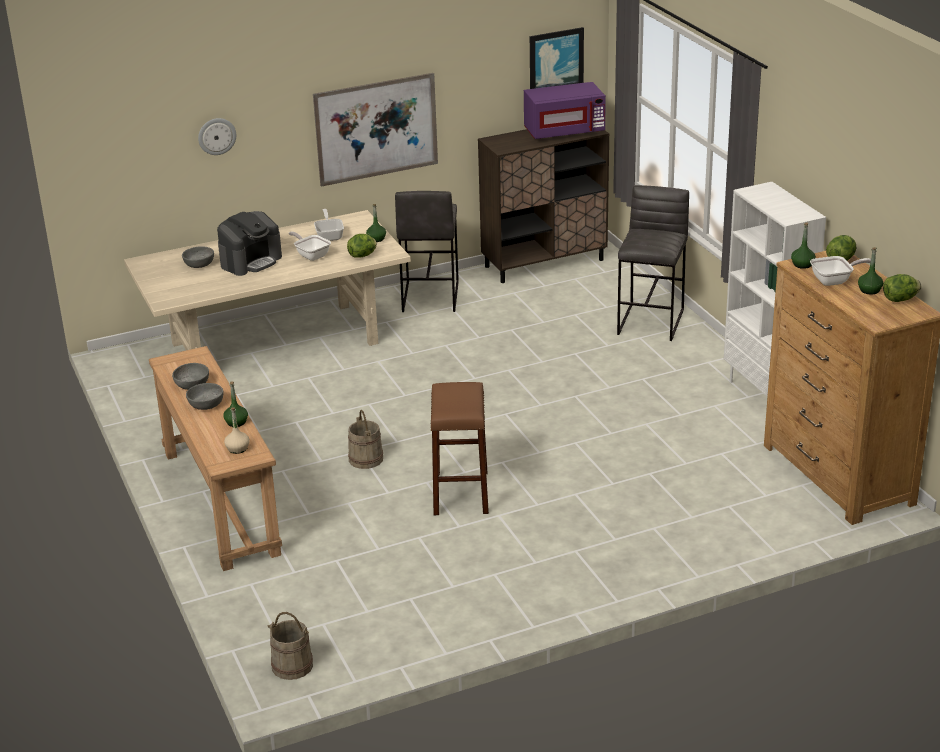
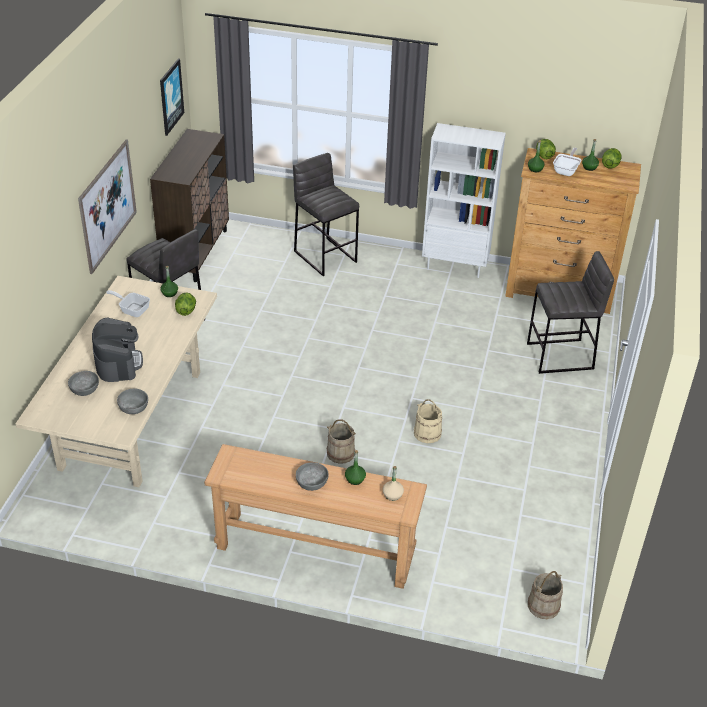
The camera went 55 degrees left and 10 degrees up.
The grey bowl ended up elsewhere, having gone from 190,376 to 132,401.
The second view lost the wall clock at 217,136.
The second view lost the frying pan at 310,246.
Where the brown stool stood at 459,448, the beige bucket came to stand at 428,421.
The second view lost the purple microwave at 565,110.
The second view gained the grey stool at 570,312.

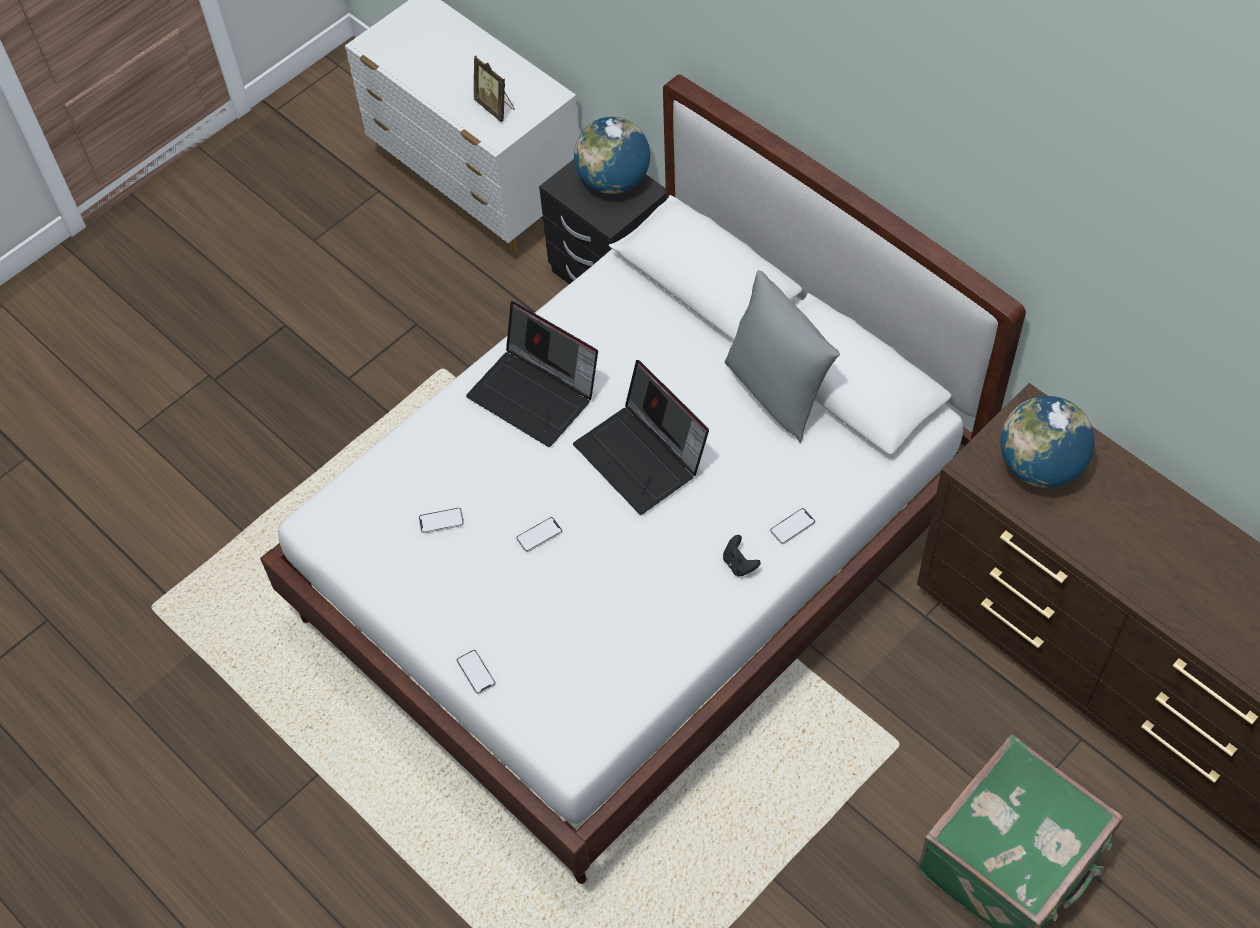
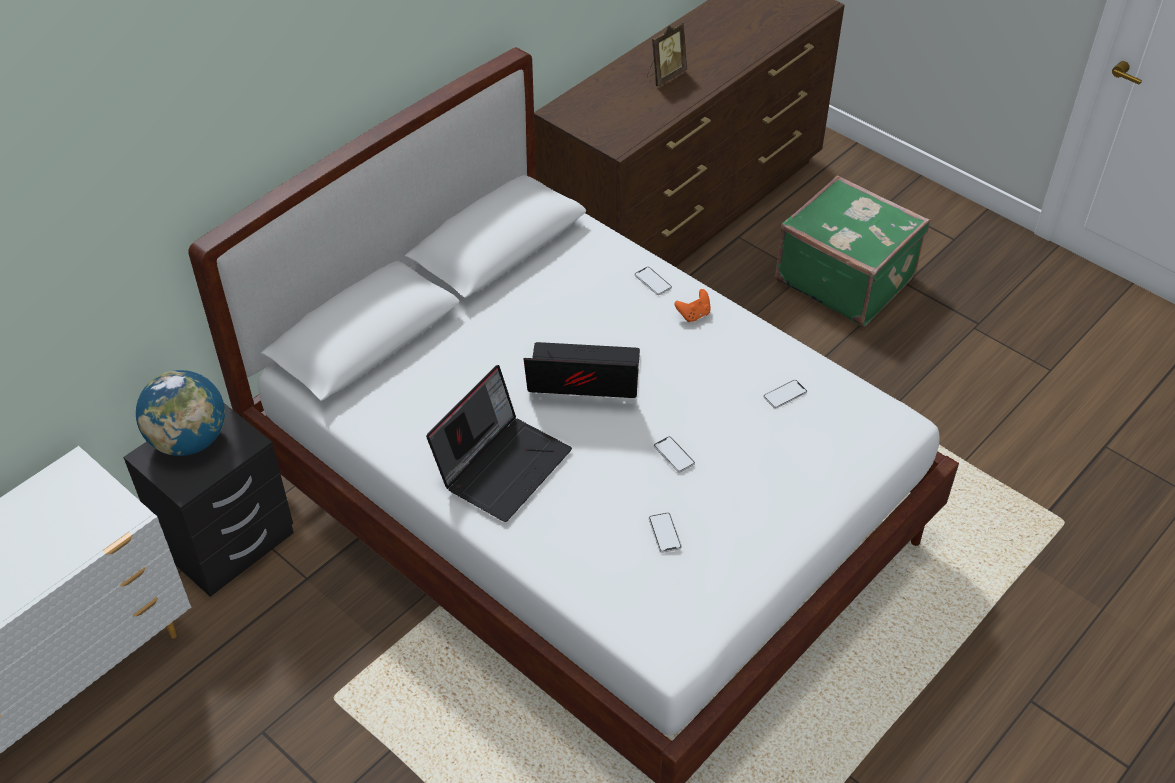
The camera went 95 degrees left and 10 degrees down.
The phone ended up elsewhere, having gone from 476,672 to 785,394.
The picture frame ended up elsewhere, having gone from 494,88 to 667,54.
The laptop at 641,437 ended up facing another way, 135 degrees counterclockwise from before.
What was the black game controller at 742,556 turned into the orange game controller at 693,305.
The second view lost the grey pillow at 782,356.
The second view lost the globe at 1047,442.

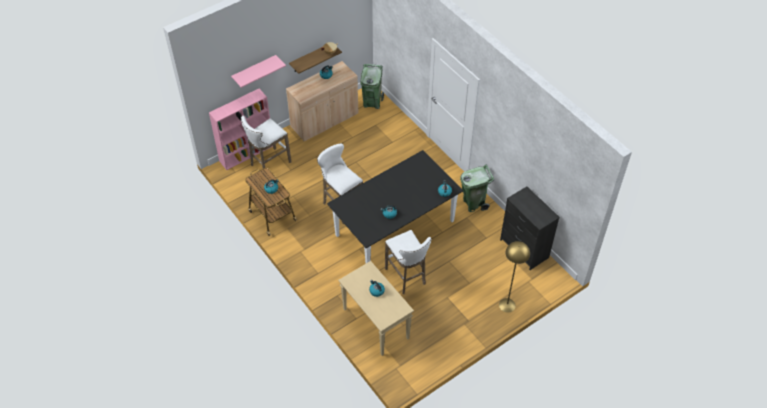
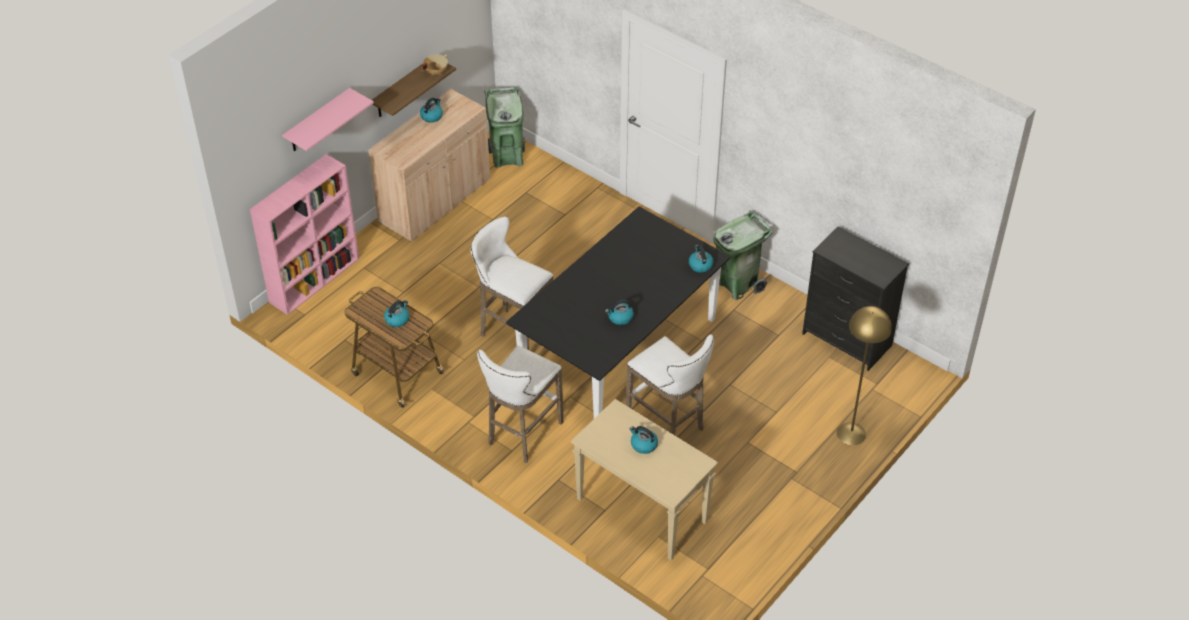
The camera went 15 degrees left and 5 degrees down.
The white stool ended up elsewhere, having gone from 266,141 to 520,404.

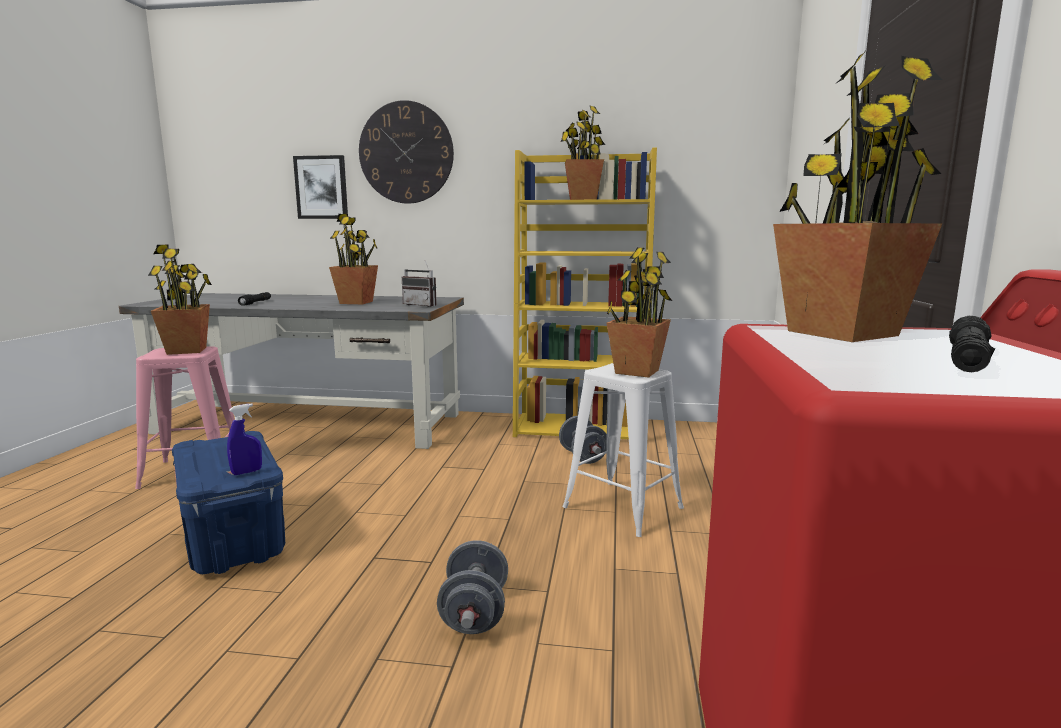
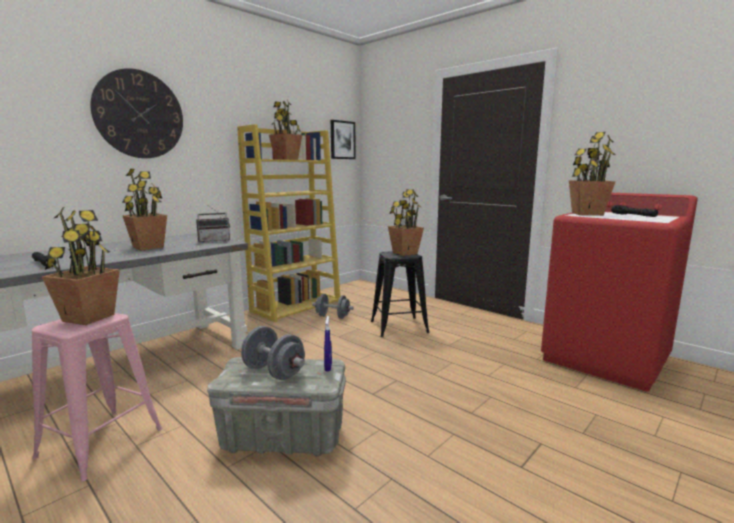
The camera went 55 degrees left and 0 degrees up.
What was the blue storage box at 228,502 turned into the grey storage box at 276,407.
The picture ended up elsewhere, having gone from 320,187 to 343,139.
The grey dumbbell ended up elsewhere, having gone from 472,587 to 273,353.
What was the white stool at 623,450 turned into the black stool at 400,294.

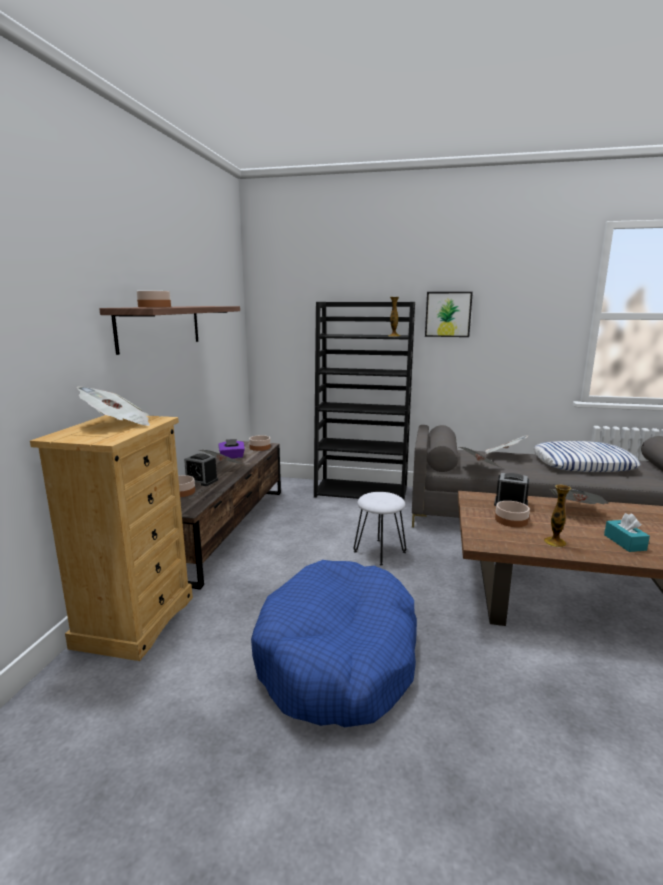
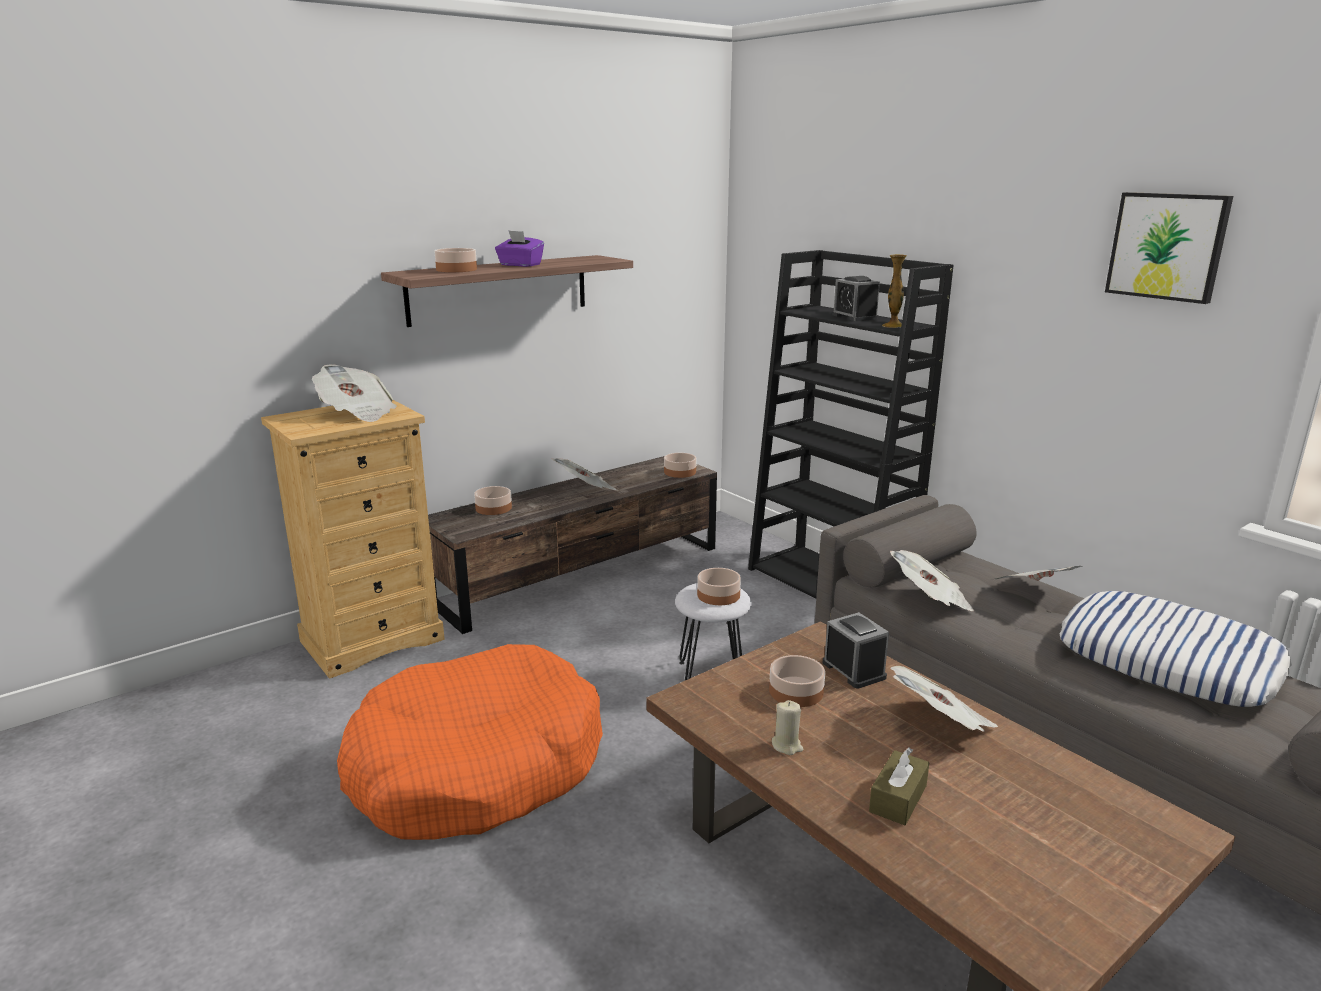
The camera went 40 degrees right and 5 degrees up.
The alarm clock ended up elsewhere, having gone from 201,469 to 856,298.
The purple tissue box ended up elsewhere, having gone from 231,449 to 519,248.
What was the blue dog bed at 334,643 turned into the orange dog bed at 470,742.
The picture ended up elsewhere, having gone from 449,314 to 1169,248.
Where the vase stood at 557,516, the beige candle came to stand at 787,727.
What was the turquoise tissue box at 627,532 turned into the brown tissue box at 899,786.
The second view gained the bowl at 719,586.

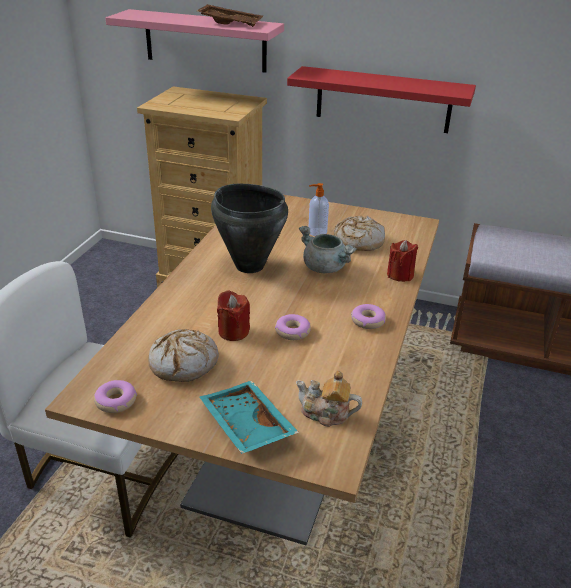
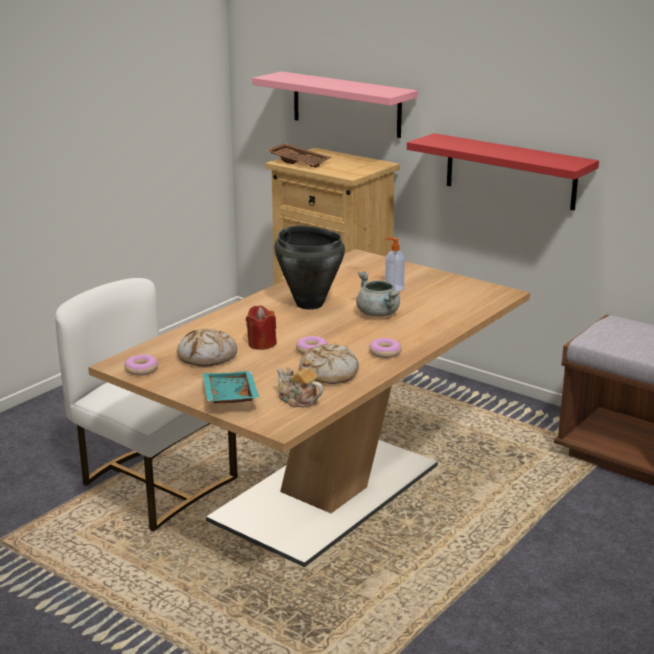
The camera went 20 degrees right and 10 degrees down.
The brown tray ended up elsewhere, having gone from 230,15 to 299,155.
The bread ended up elsewhere, having gone from 359,233 to 329,364.
The second view lost the red candle at 402,261.

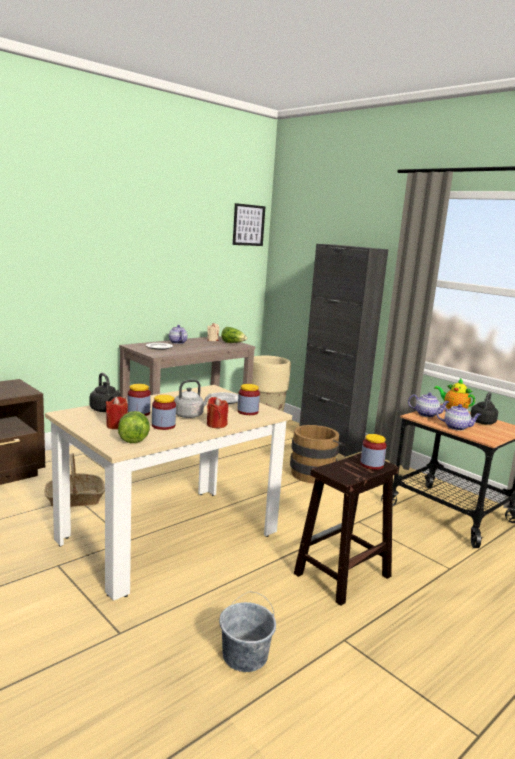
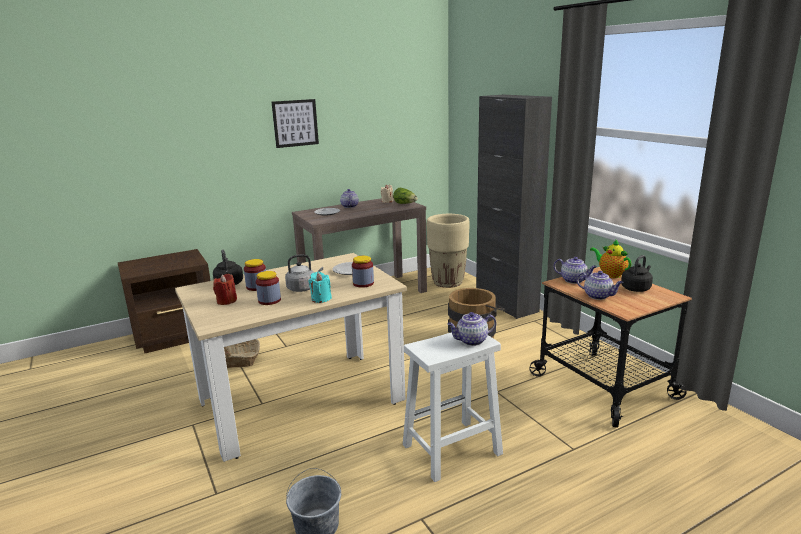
The camera went 15 degrees right and 5 degrees up.
The second view lost the lettuce at 134,427.
What was the red candle at 217,412 turned into the turquoise candle at 320,287.
The picture ended up elsewhere, having gone from 249,224 to 295,123.
What was the brown stool at 346,529 turned into the white stool at 453,407.
Where the jar stood at 373,452, the teapot came to stand at 471,329.

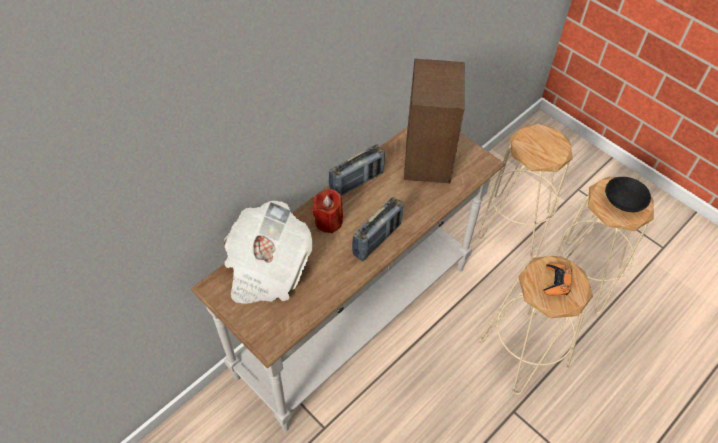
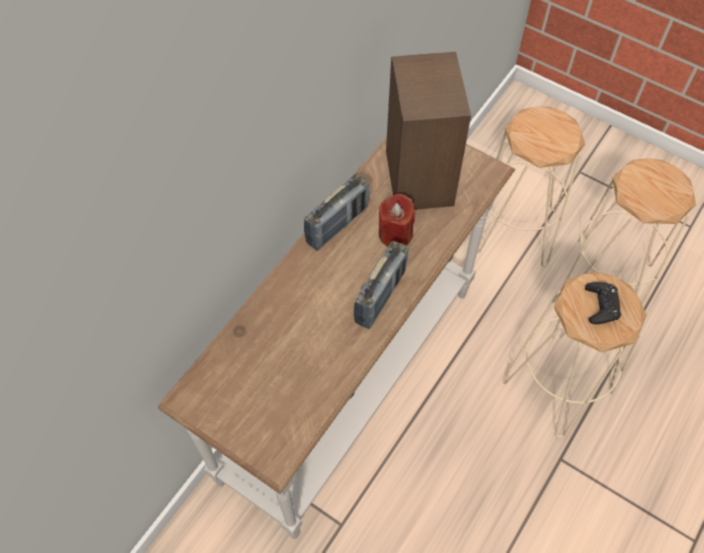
The camera went 10 degrees left and 5 degrees up.
The second view lost the newspaper at 268,252.
The red candle ended up elsewhere, having gone from 327,211 to 397,220.
What was the orange game controller at 558,279 turned into the black game controller at 603,303.
The second view lost the black bowl at 628,194.

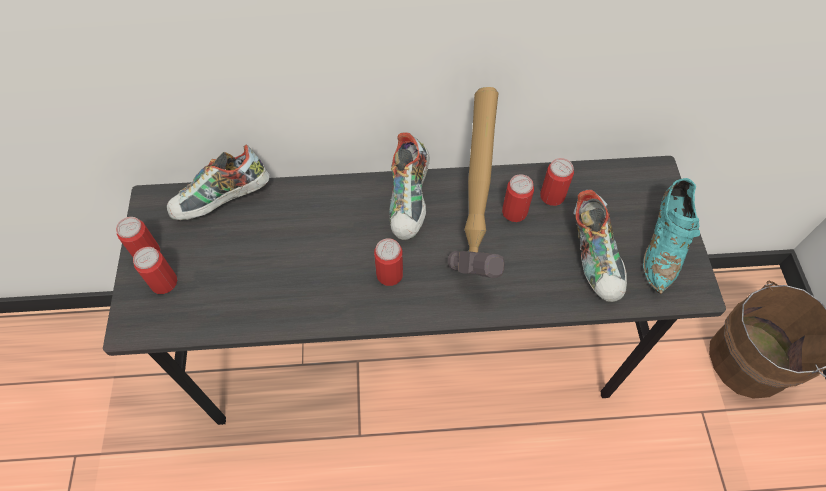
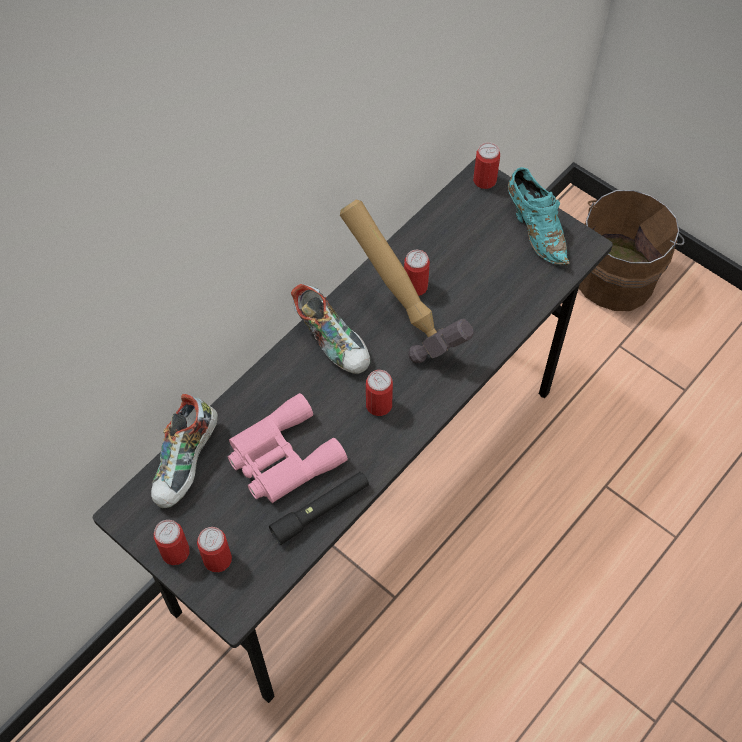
The camera went 45 degrees left and 0 degrees up.
The can ended up elsewhere, having gone from 557,182 to 486,165.
The second view lost the shoe at 600,246.
The second view gained the pink binoculars at 288,448.
The second view gained the black flashlight at 319,508.

